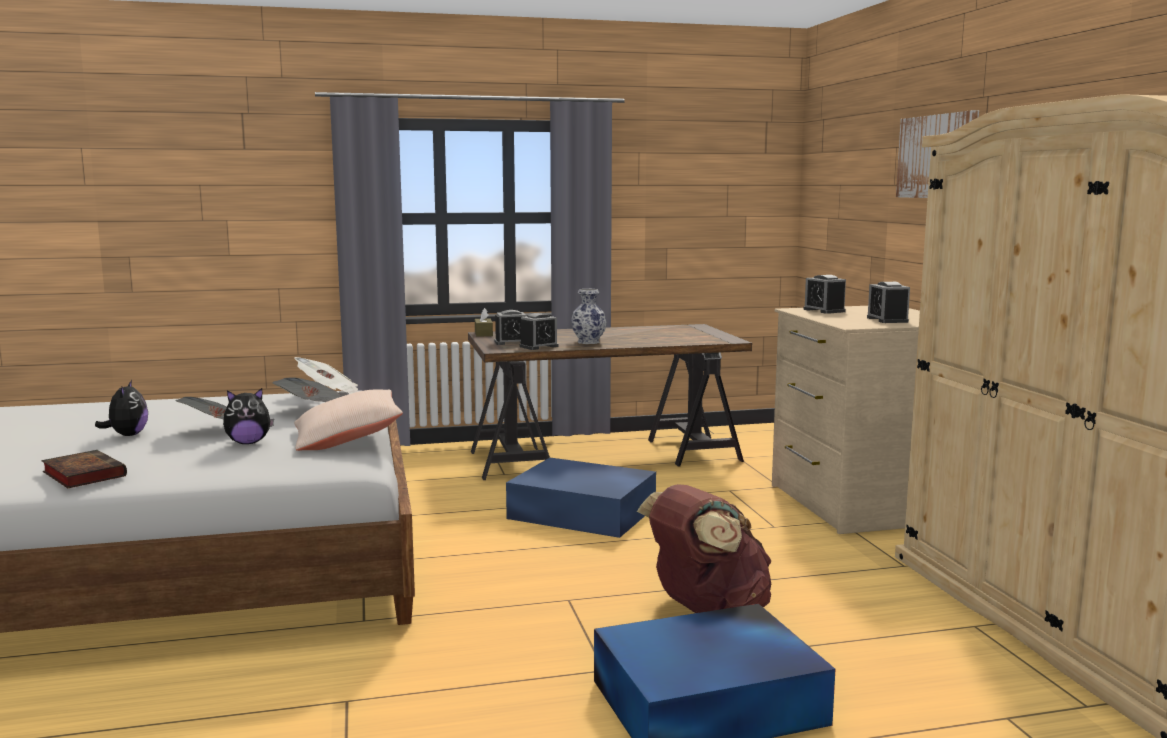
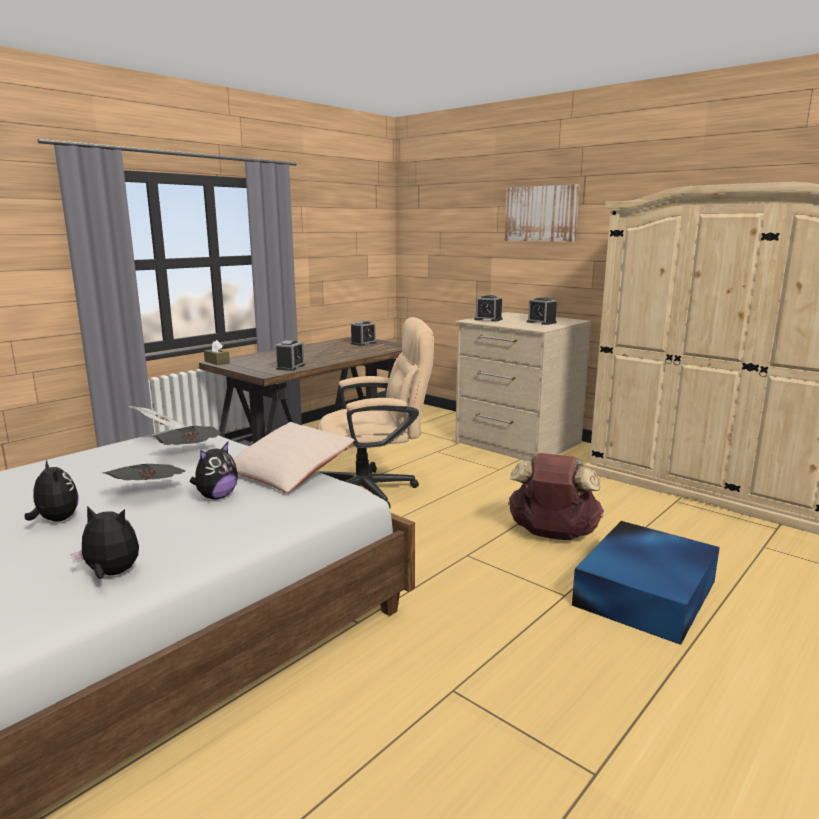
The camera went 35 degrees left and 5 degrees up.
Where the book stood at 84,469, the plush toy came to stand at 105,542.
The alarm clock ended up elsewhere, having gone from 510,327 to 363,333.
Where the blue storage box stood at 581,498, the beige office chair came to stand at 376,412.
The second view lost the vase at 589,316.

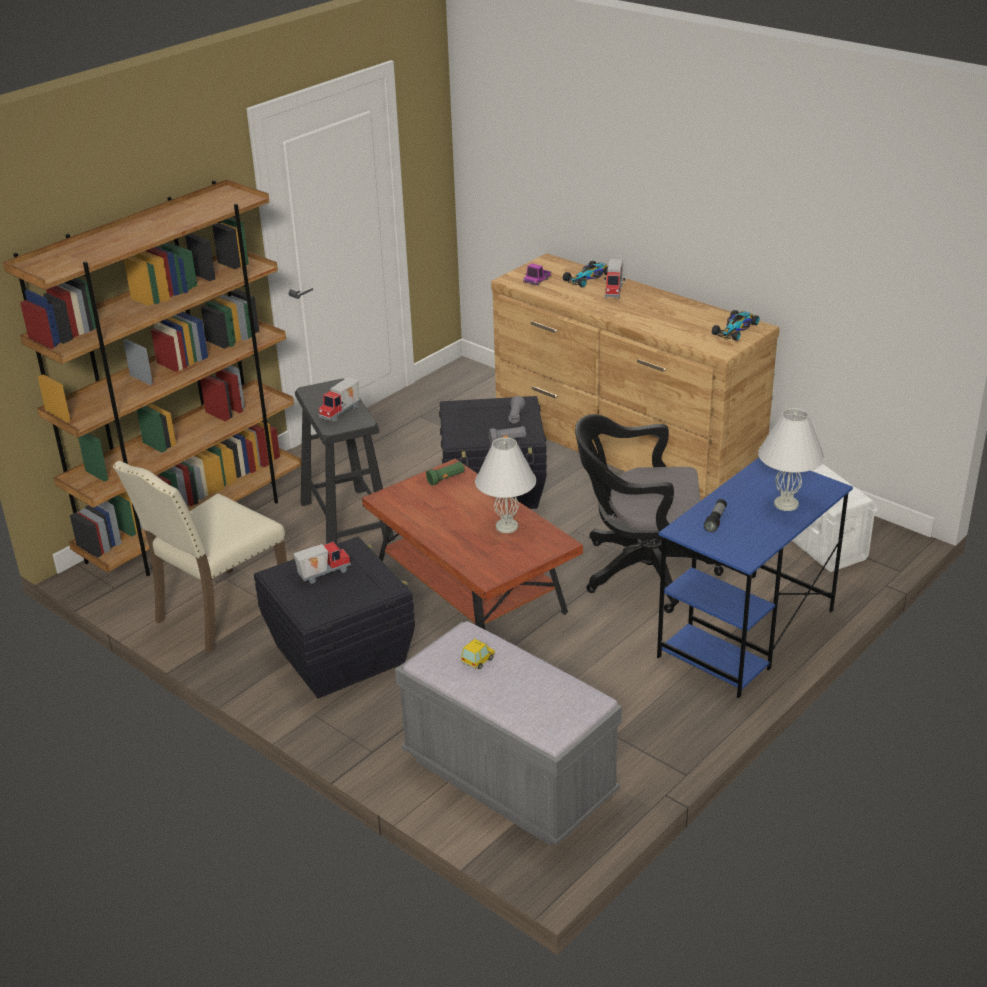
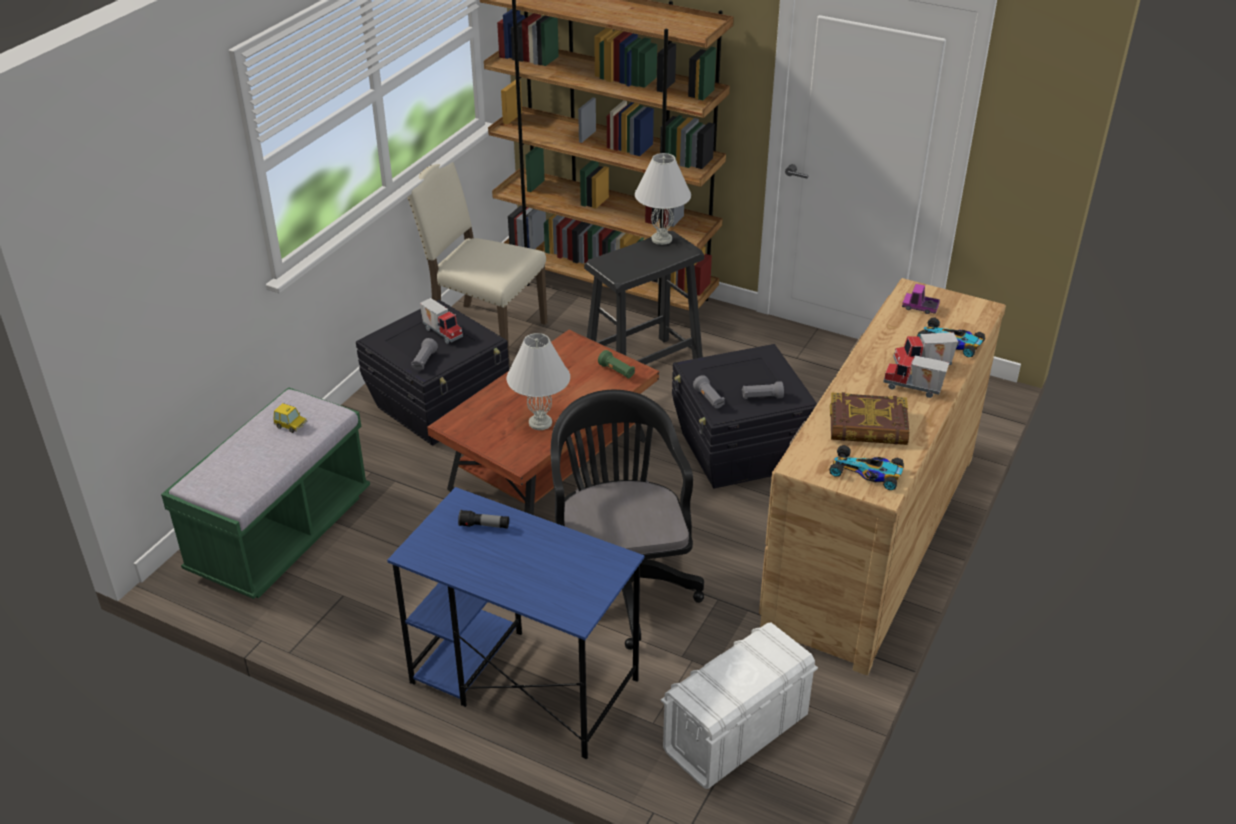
The camera went 75 degrees right and 5 degrees up.
The toy truck ended up elsewhere, having gone from 339,400 to 916,376.
What was the grey bench at 508,733 turned into the green bench at 265,493.
The white table lamp ended up elsewhere, having gone from 791,459 to 663,199.
The second view gained the grey flashlight at 424,354.
The second view gained the book at 869,418.

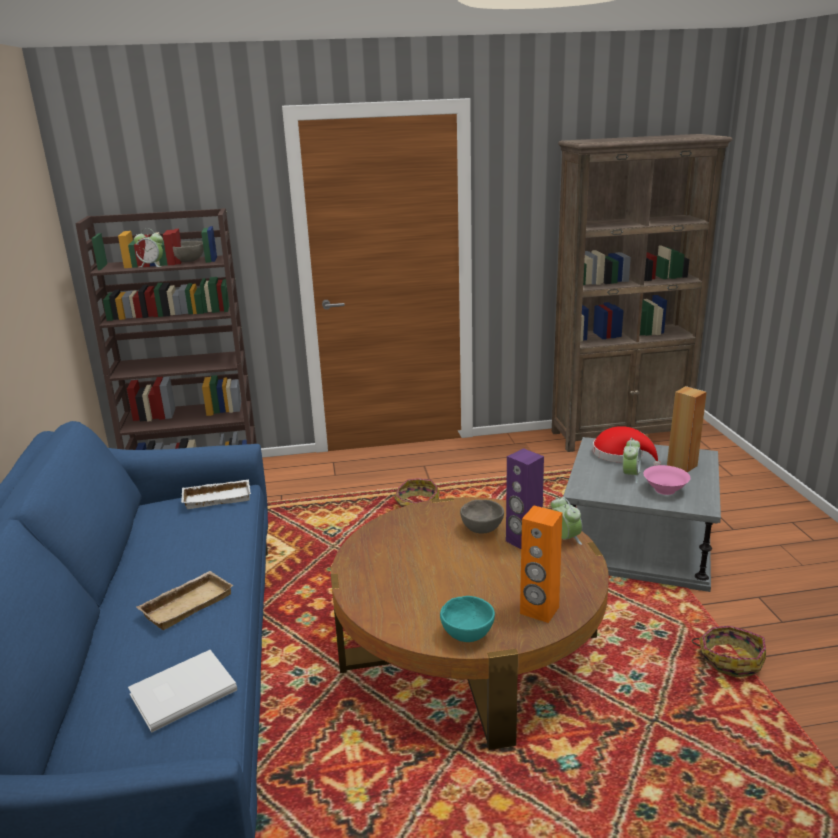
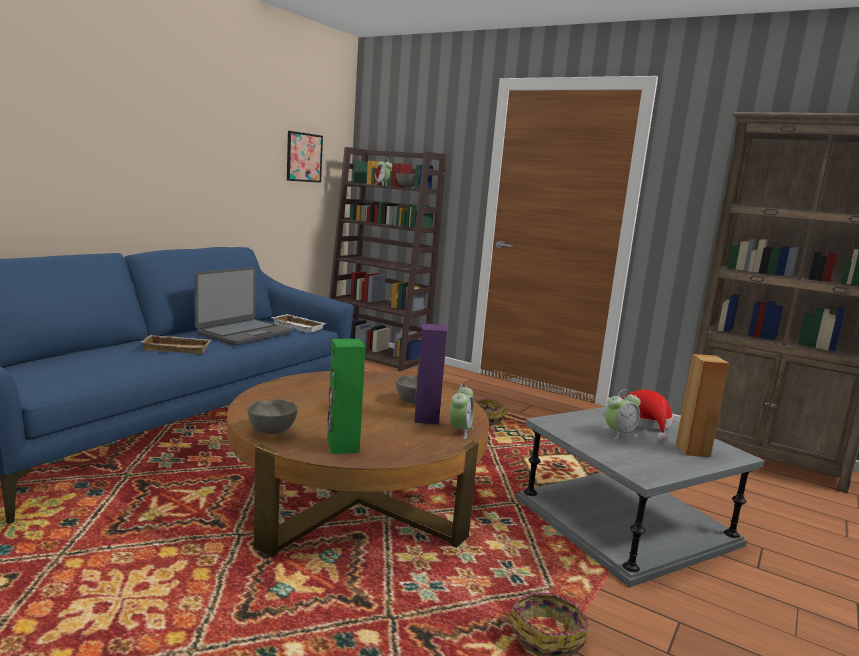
The camera went 40 degrees right and 10 degrees down.
The second view lost the white book at 182,691.
What was the turquoise bowl at 467,619 turned into the grey bowl at 273,416.
What was the orange speaker at 541,564 turned into the green speaker at 346,396.
The second view lost the pink bowl at 666,480.
The second view gained the laptop at 243,306.
The second view gained the picture at 305,157.

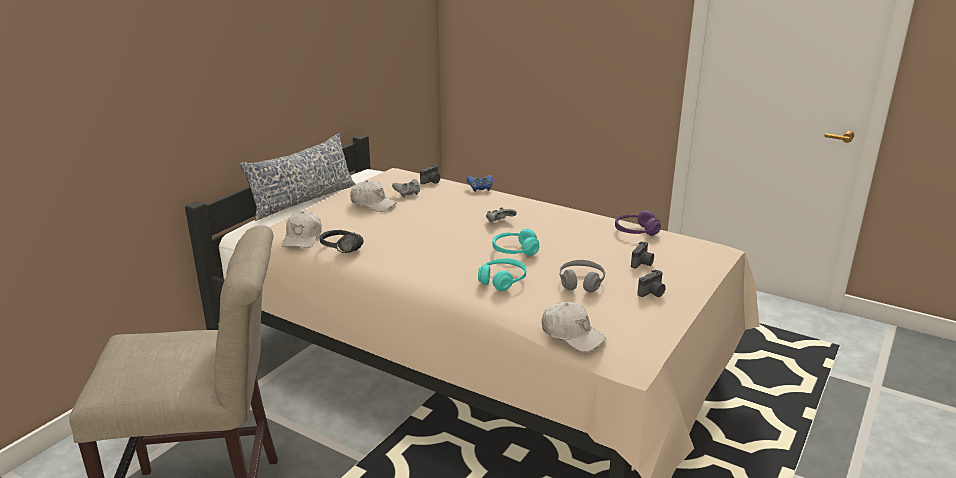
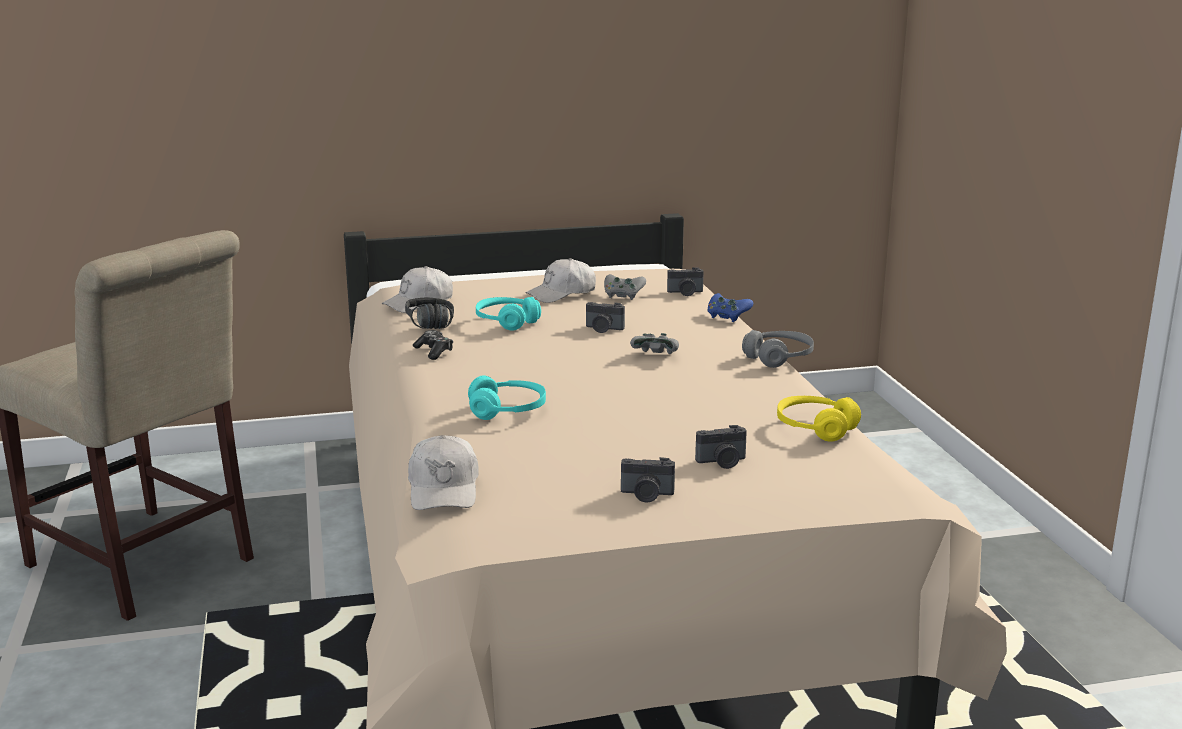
The camera went 45 degrees right and 5 degrees down.
The second view lost the pillow at 298,177.
The white cap at 373,196 ended up facing another way, 75 degrees clockwise from before.
The turquoise headphones ended up elsewhere, having gone from 516,242 to 508,314.
The grey headphones ended up elsewhere, having gone from 582,276 to 778,349.
What was the purple headphones at 638,223 turned into the yellow headphones at 819,419.
The second view gained the game controller at 433,345.
The second view gained the photo camera at 605,317.

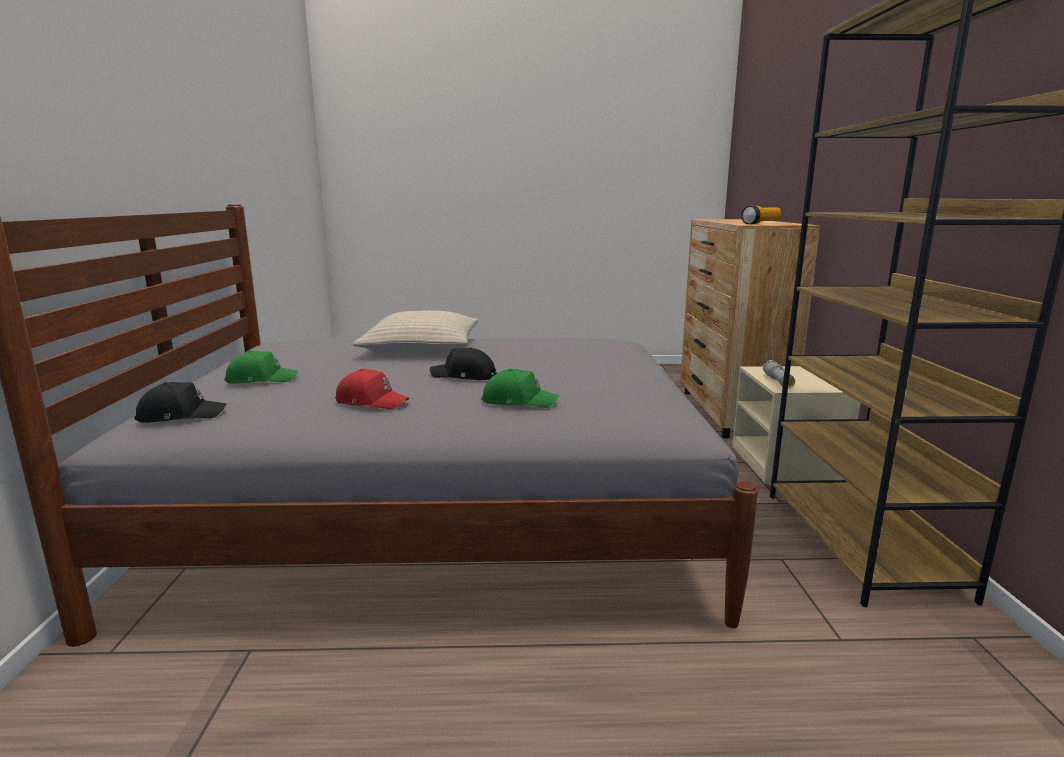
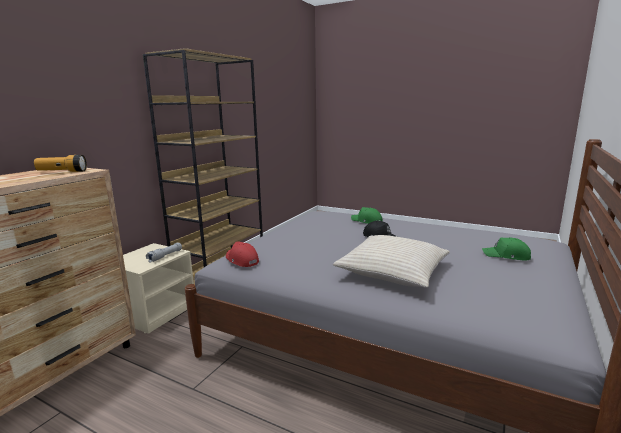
The camera went 150 degrees left and 0 degrees up.
The second view lost the black cap at 180,402.
The red cap ended up elsewhere, having gone from 372,389 to 242,254.

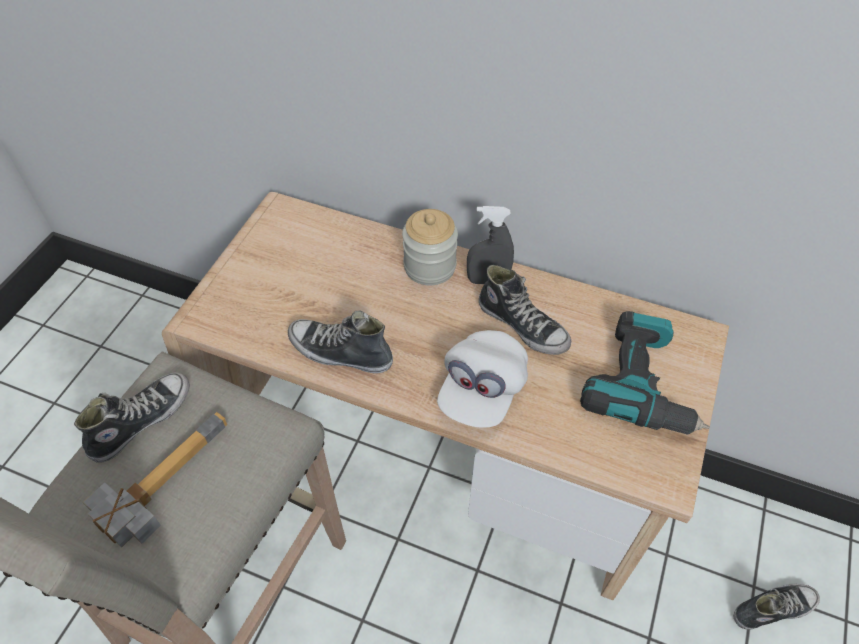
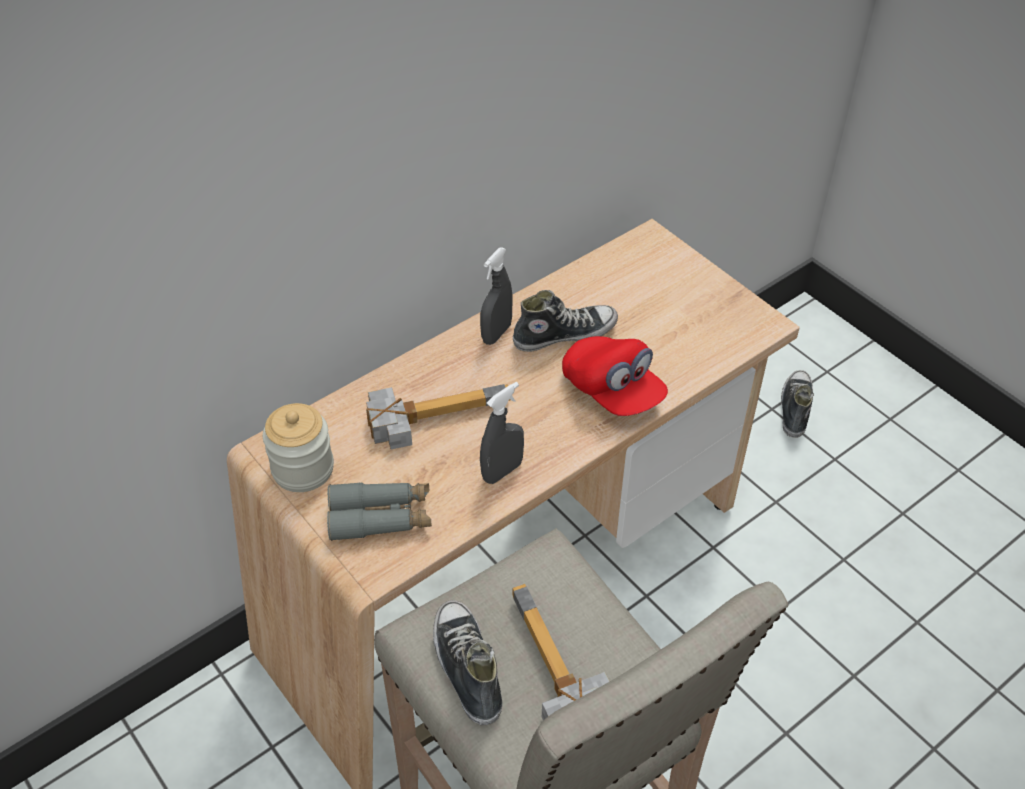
The camera went 60 degrees left and 5 degrees down.
Where the shoe stood at 340,342, the grey spray bottle came to stand at 502,433.
The jar ended up elsewhere, having gone from 430,247 to 298,447.
What was the white cap at 482,379 turned into the red cap at 615,376.
The second view lost the power drill at 645,373.
The second view gained the grey binoculars at 379,511.
The second view gained the hammer at 438,416.

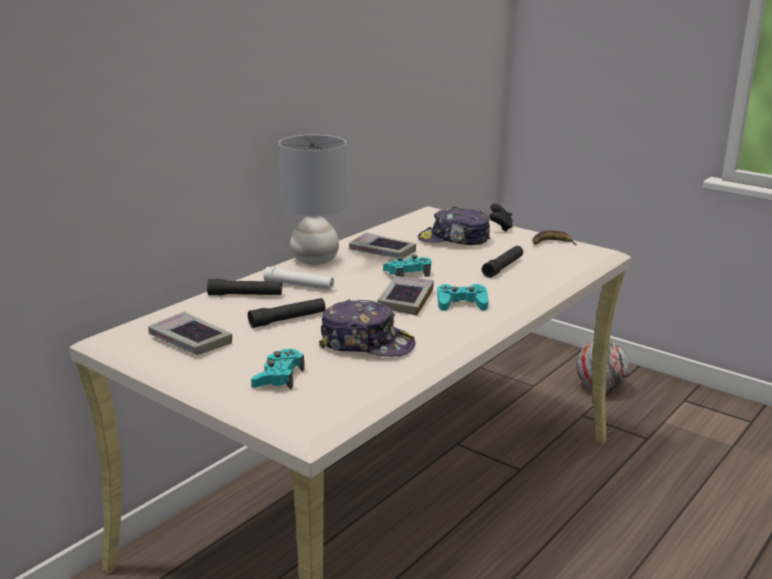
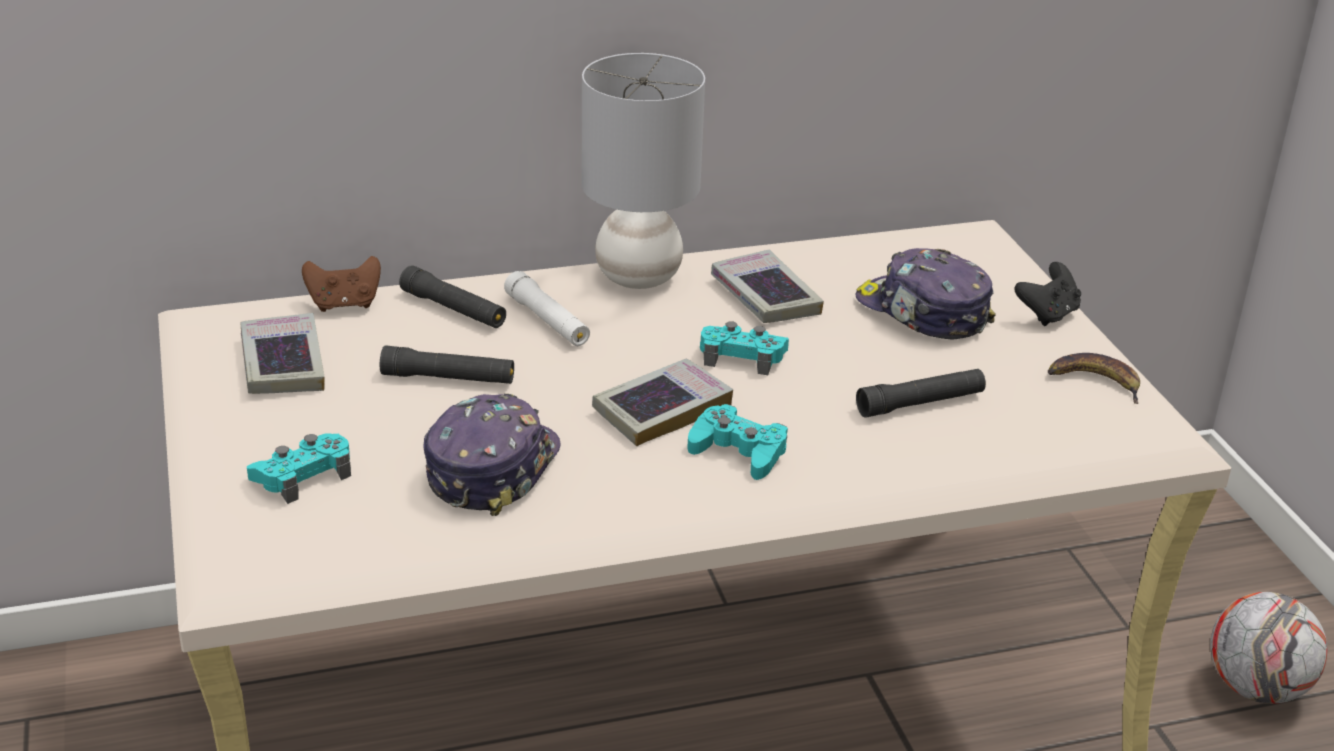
The camera went 35 degrees right and 10 degrees up.
The cap at 367,328 ended up facing another way, 120 degrees counterclockwise from before.
The second view gained the brown game controller at 341,284.

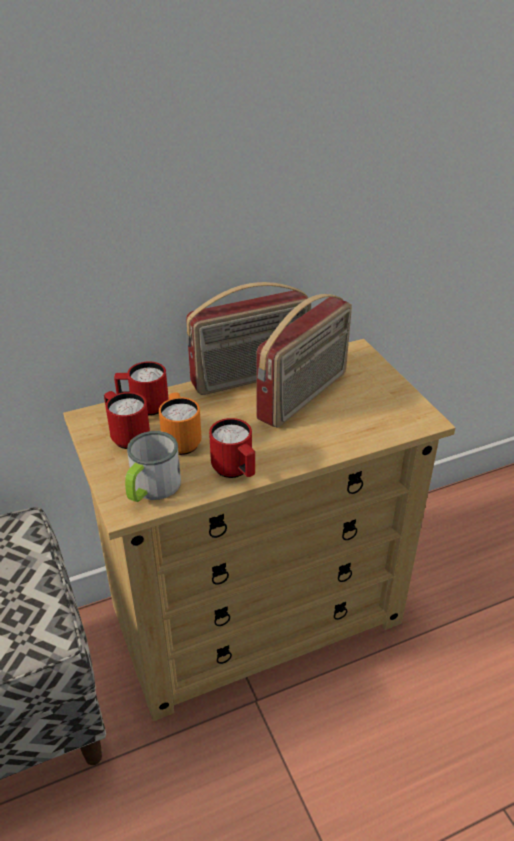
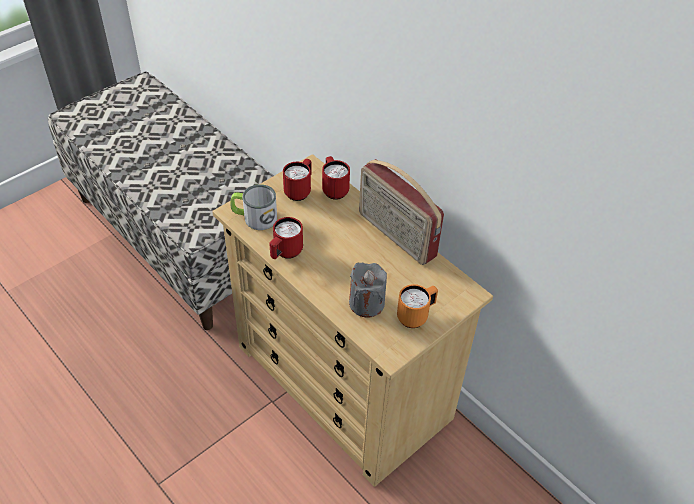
The camera went 70 degrees right and 10 degrees up.
The orange mug ended up elsewhere, having gone from 180,423 to 417,306.
The second view lost the radio at 304,361.
The second view gained the grey candle at 368,290.

